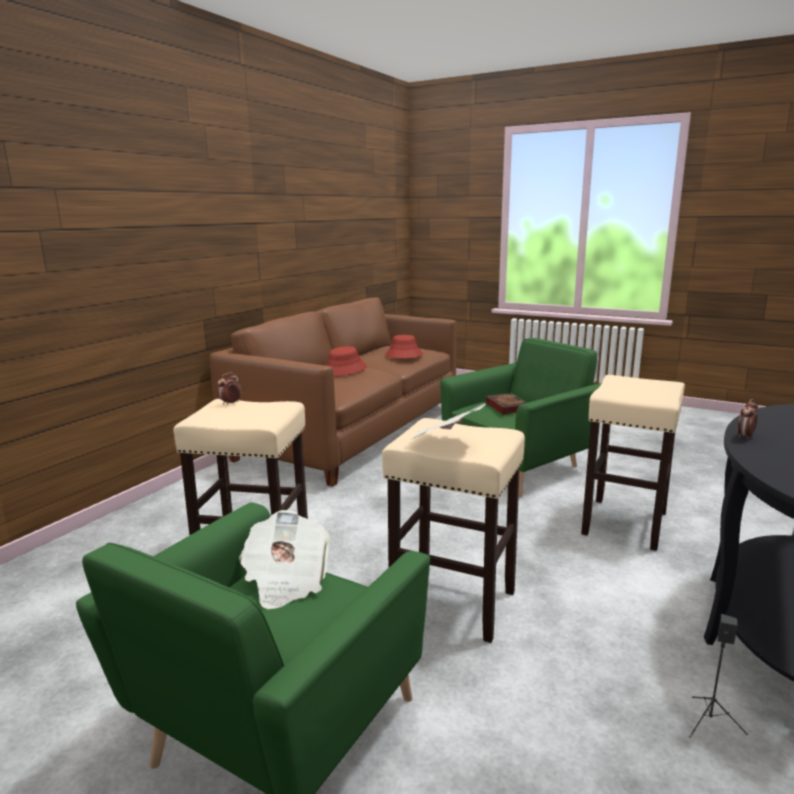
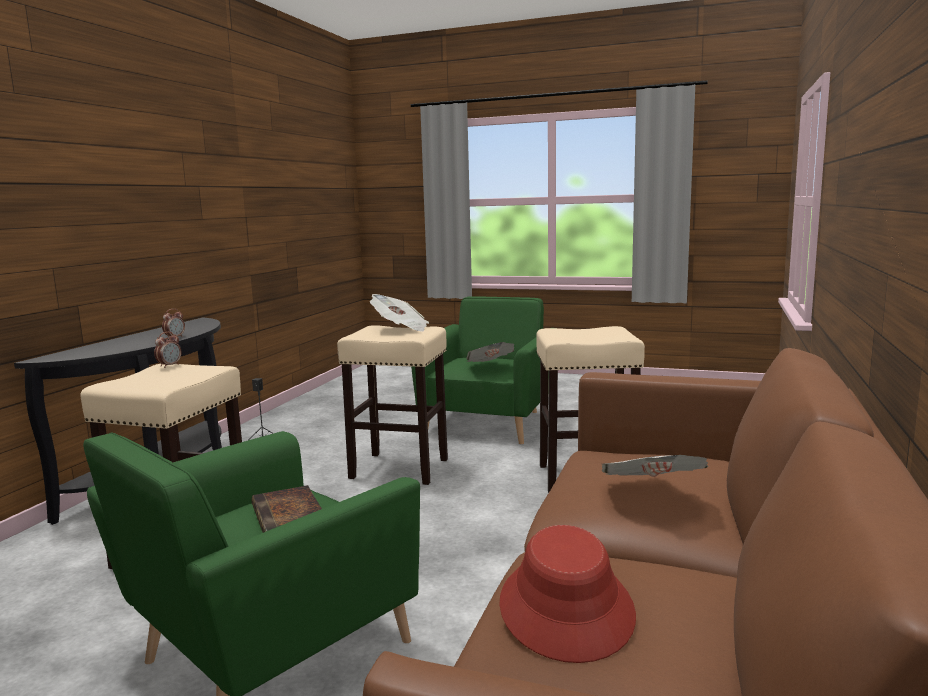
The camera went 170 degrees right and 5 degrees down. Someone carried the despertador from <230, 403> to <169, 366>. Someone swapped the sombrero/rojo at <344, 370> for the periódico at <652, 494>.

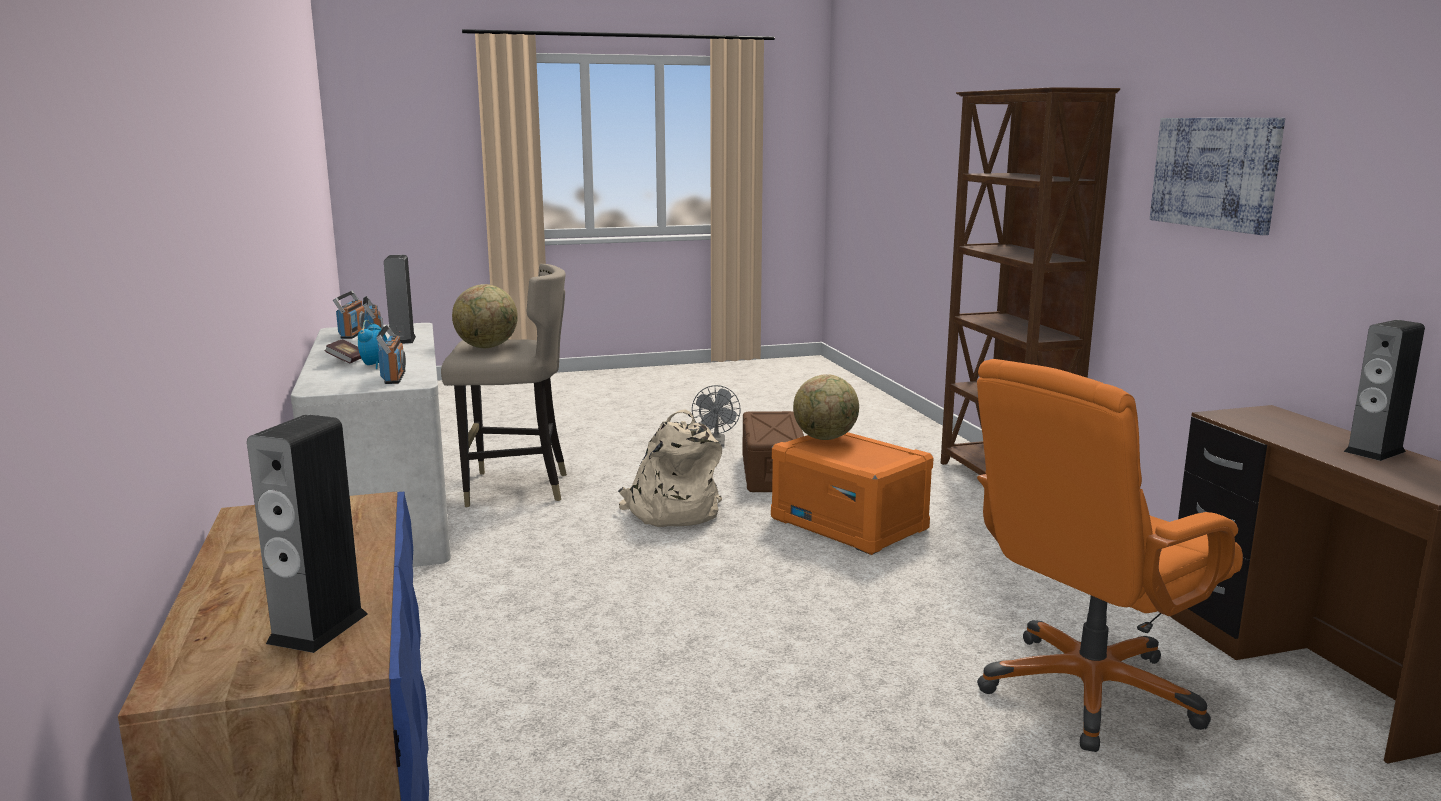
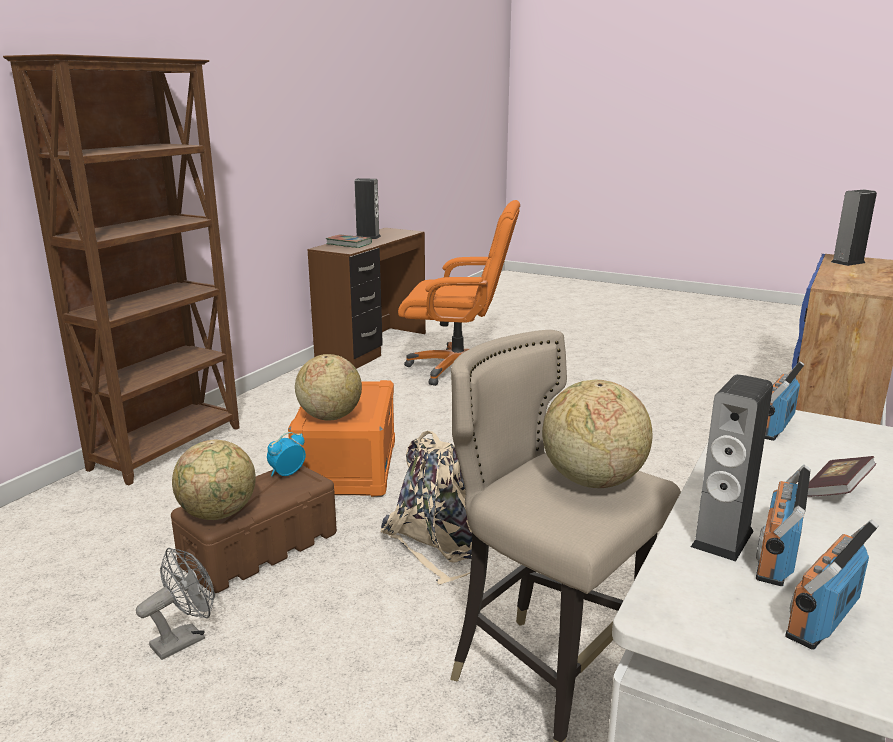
The camera went 135 degrees left and 5 degrees up. Someone put down the globo terráqueo at <219, 514>. Someone carried the despertador from <376, 365> to <286, 473>. Someone put down the libro at <349, 244>. Someone took away the cuadro at <1215, 173>.

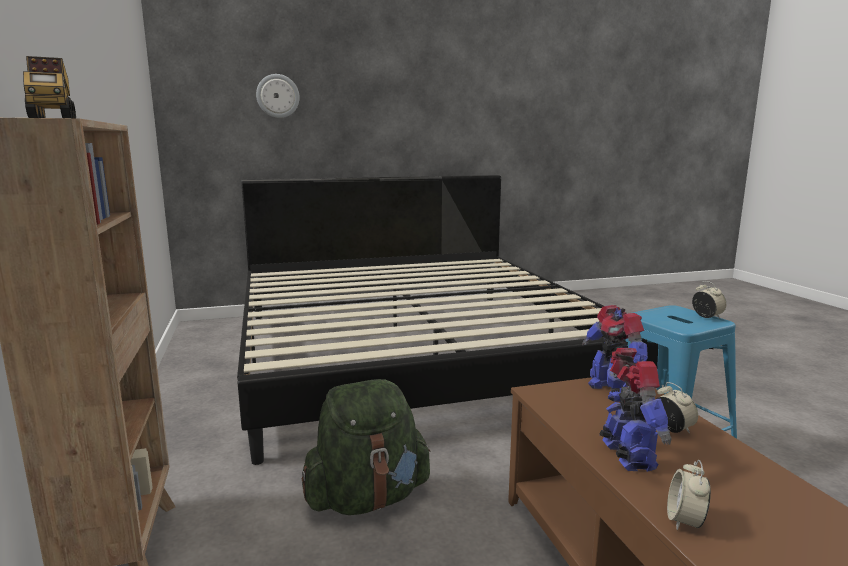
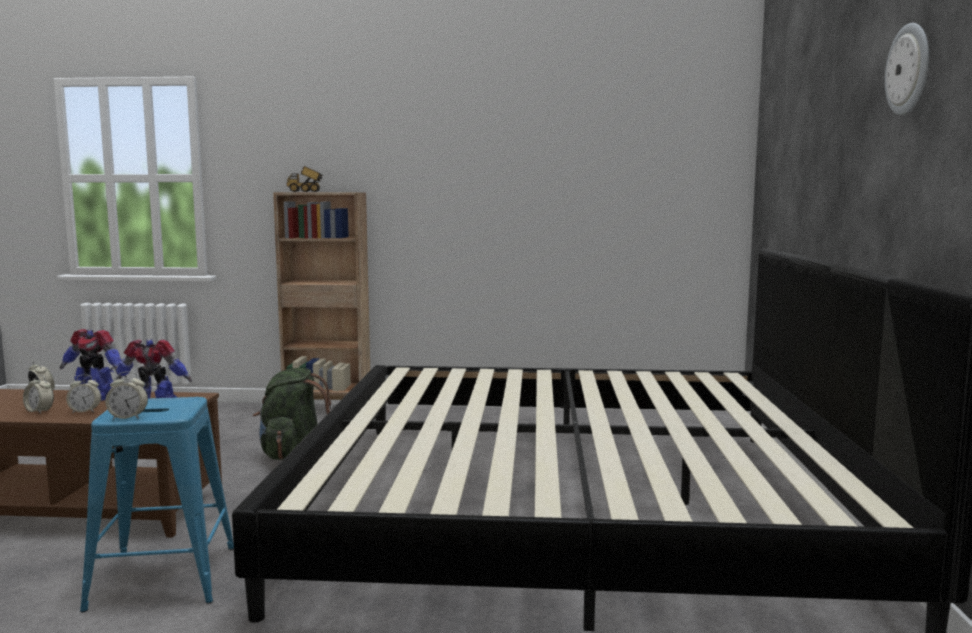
The camera went 110 degrees right and 5 degrees down. Someone put down the despertador at <39, 411>. Someone carried the reloj de pared from <278, 96> to <909, 69>.

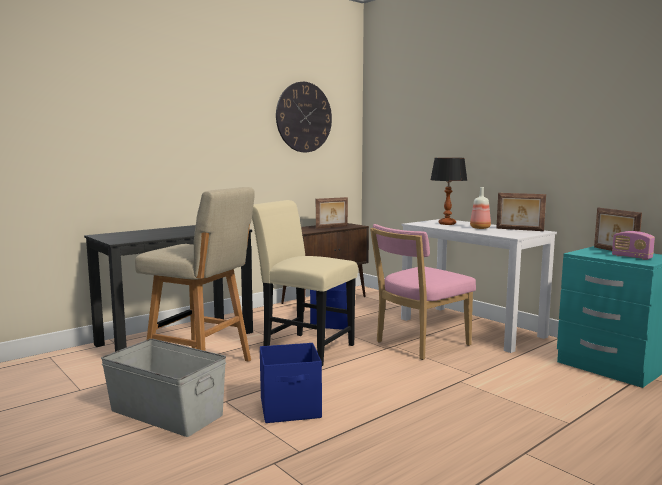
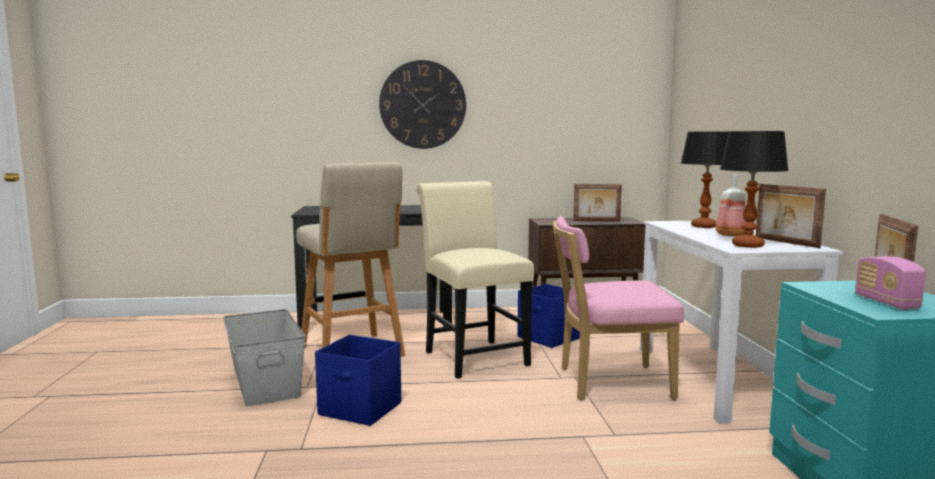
The camera went 35 degrees right and 0 degrees up. Someone carried the reloj de pared from <304, 117> to <422, 104>. Someone put down the lámpara de mesa at <747, 245>.

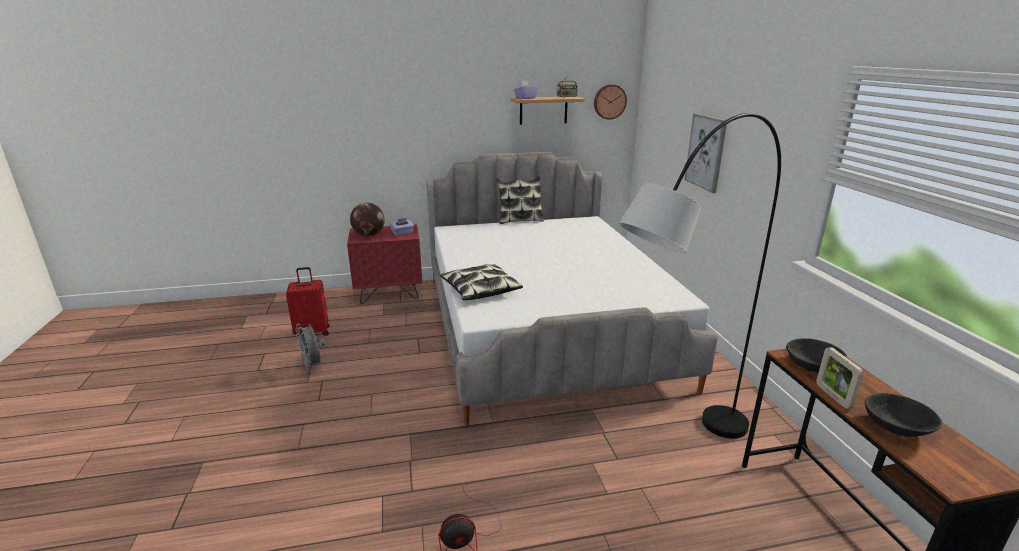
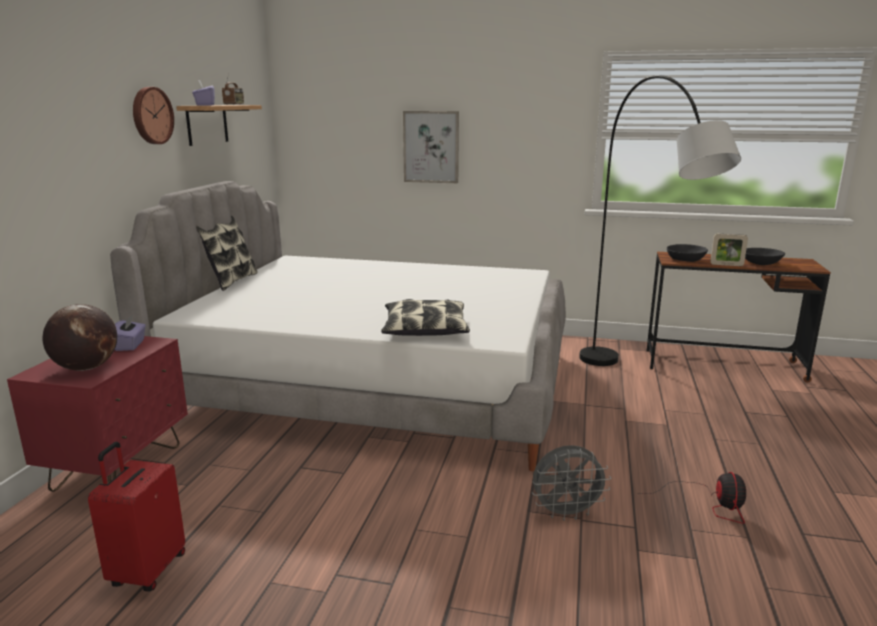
The camera went 65 degrees left and 5 degrees down. Someone carried the reloj de pared from <609, 101> to <151, 115>. Someone carried the ventilador/gris from <313, 366> to <566, 513>.

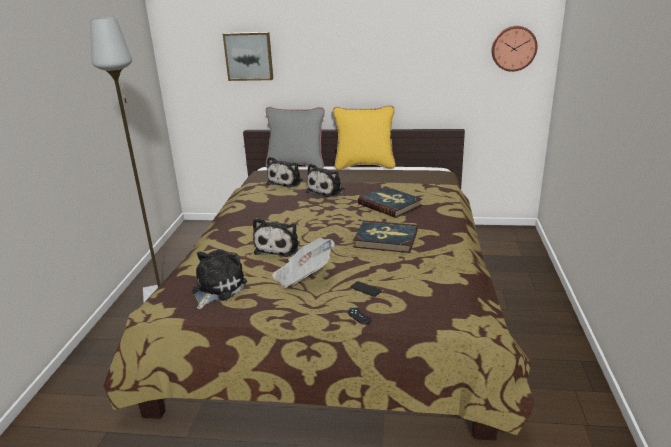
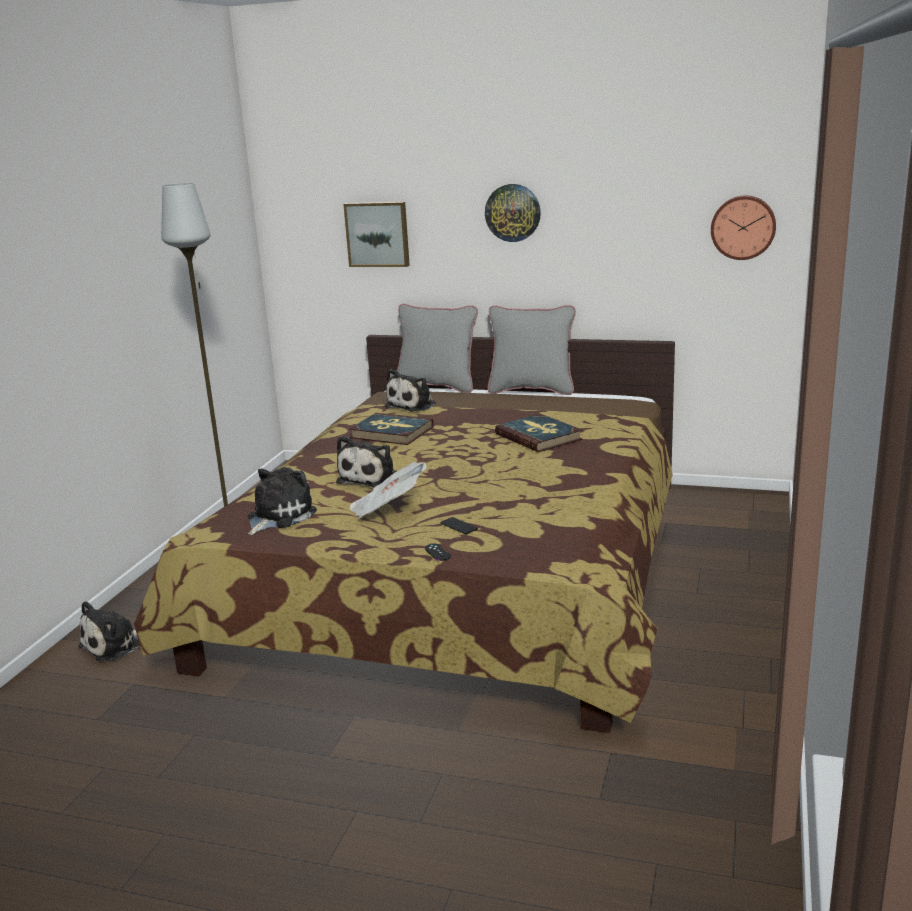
The camera went 10 degrees right and 5 degrees down. Someone carried the peluche from <327, 190> to <115, 645>. Someone carried the libro from <385, 239> to <391, 432>. Someone put up the reloj de pared at <512, 212>. Someone repainted the cojín/amarillo at <364, 165>, which became the cojín/gris at <532, 390>.

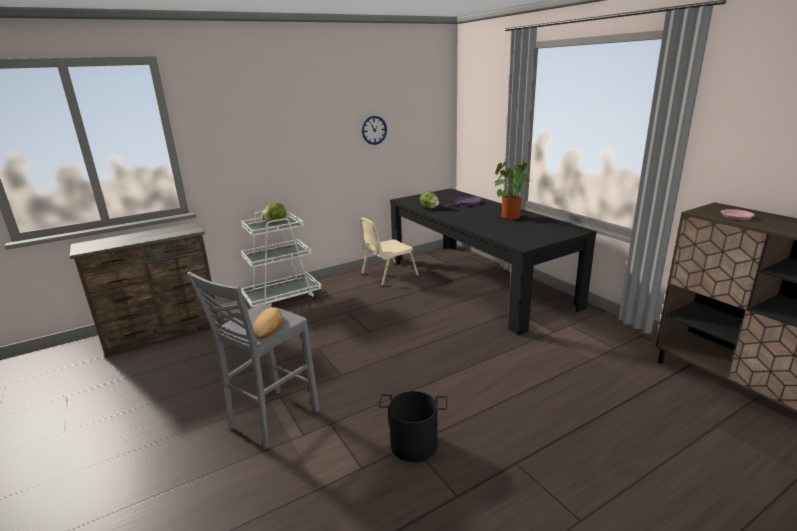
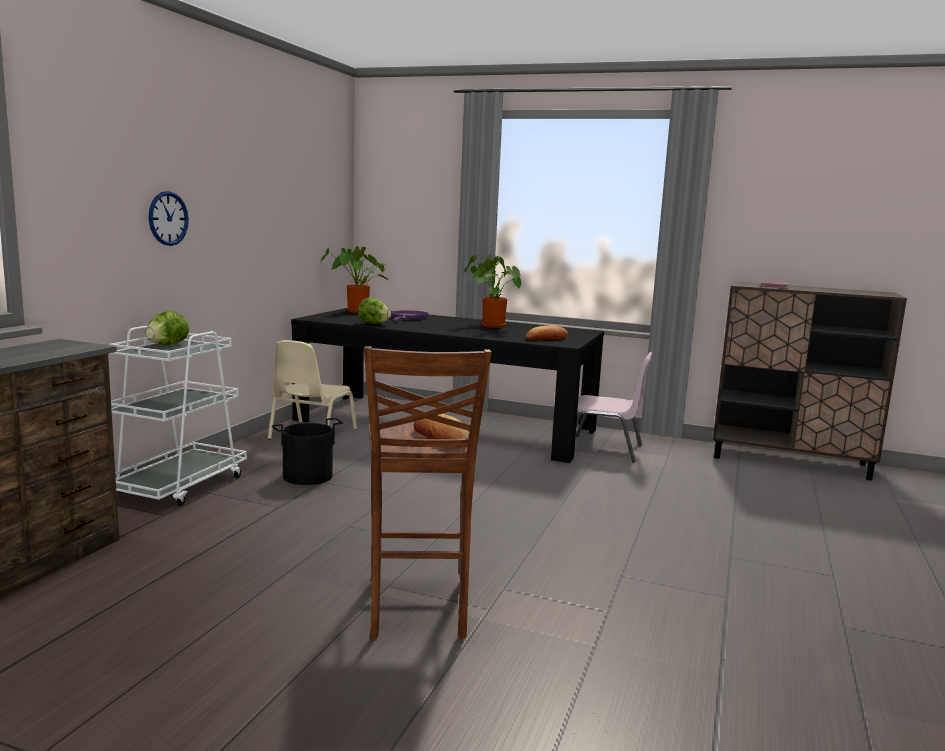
The camera went 40 degrees left and 10 degrees down. Someone carried the reloj de pared from <374, 130> to <168, 218>. Someone carried the cubo/negro from <414, 444> to <308, 476>. Someone put down the planta en maceta at <356, 311>. Someone repainted the taburete/gris at <271, 419>, which became the taburete/marrón at <417, 610>. Someone put down the pan at <546, 338>. Someone put down the silla/rosa at <605, 449>.

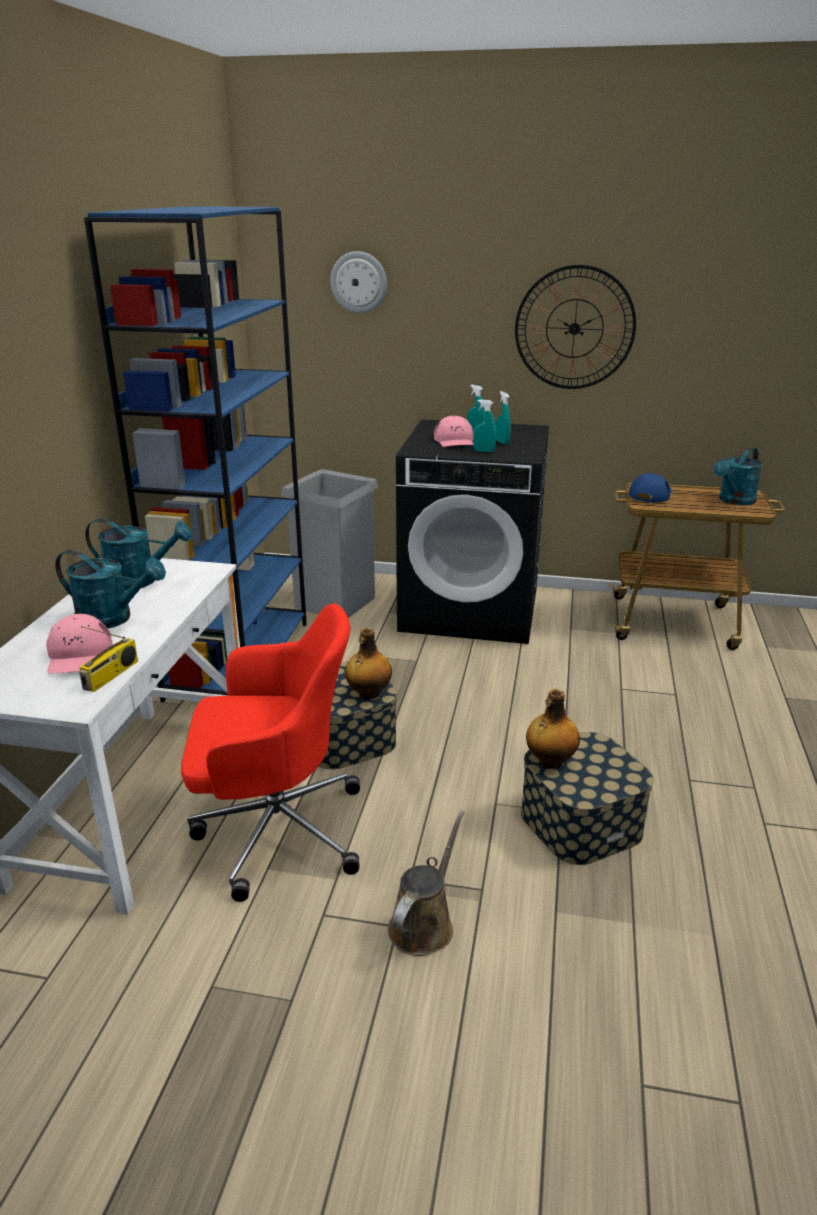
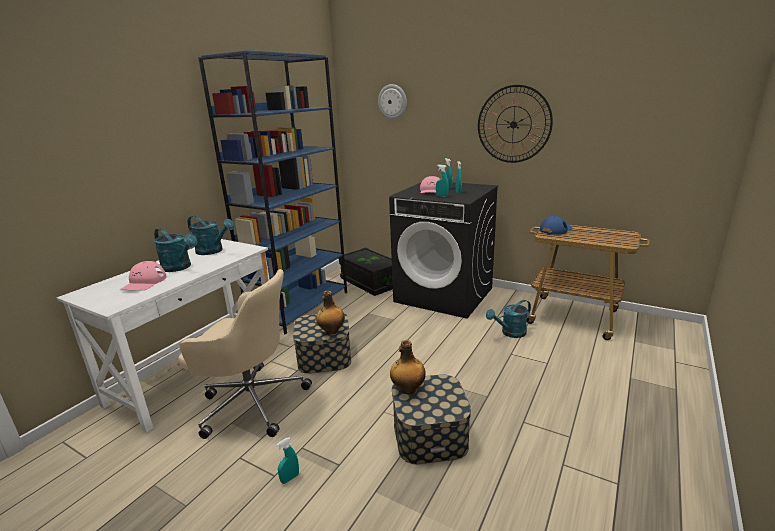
The camera went 20 degrees right and 5 degrees down. Someone repainted the silla de oficina/rojo at <275, 829>, which became the silla de oficina/beis at <251, 401>. Someone swapped the regadera/marrón at <424, 924> for the pulverizador/turquesa at <290, 478>. Someone swapped the papelera/gris at <334, 602> for the caja de almacenaje/negro at <370, 282>. Someone carried the regadera/turquesa from <734, 501> to <510, 333>. Someone took away the radio at <111, 676>.

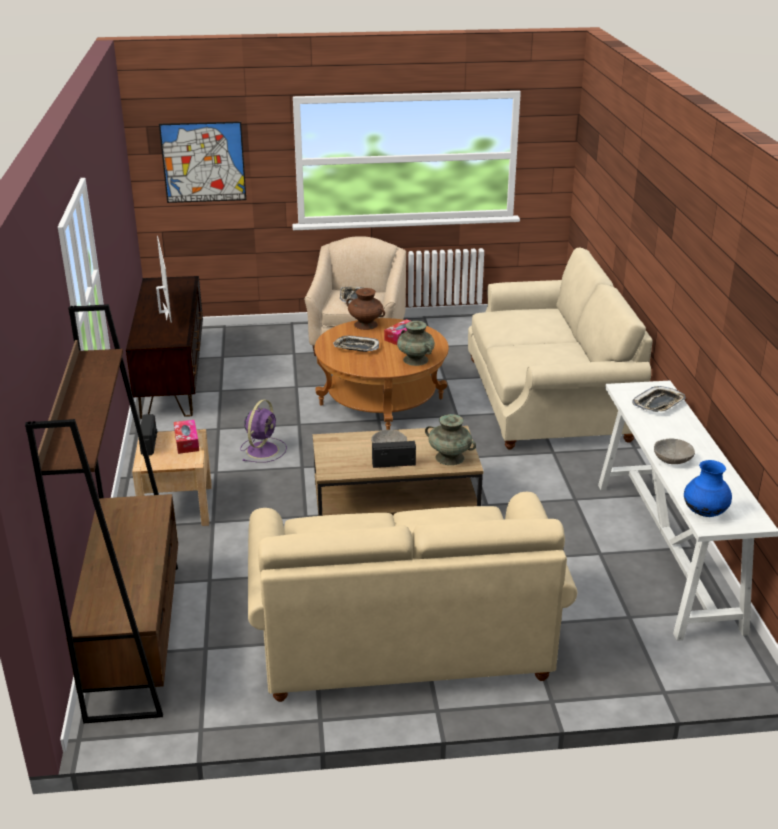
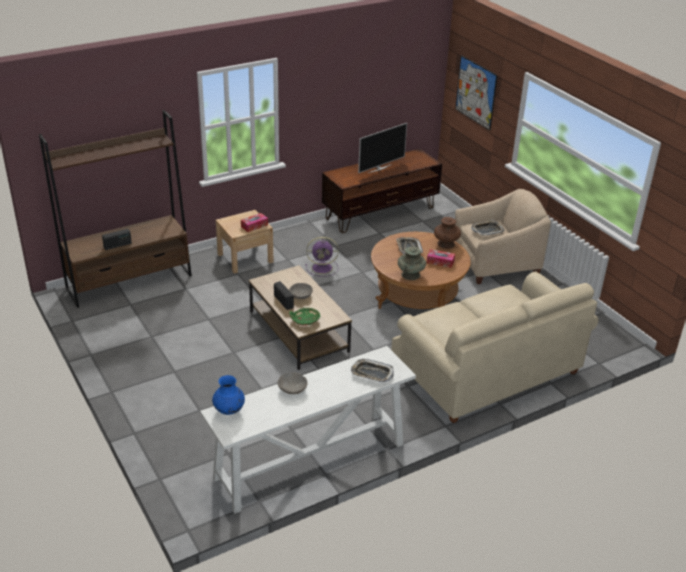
The camera went 65 degrees right and 5 degrees up. Someone carried the radio from <149, 444> to <117, 245>. Someone swapped the florero/turquesa at <449, 457> for the cuenco/verde at <305, 320>. Someone took away the sofá/beis at <401, 633>.

